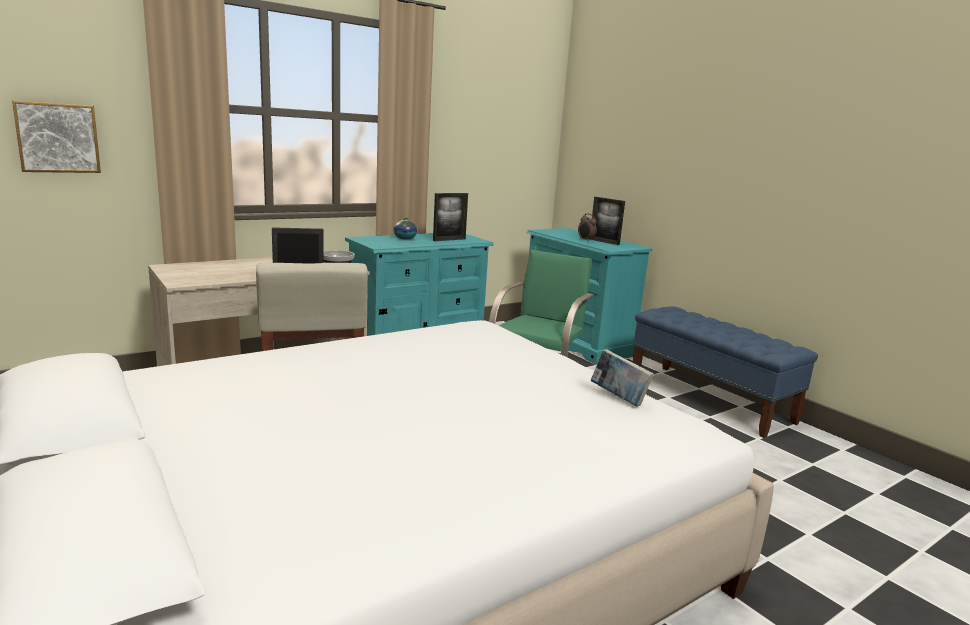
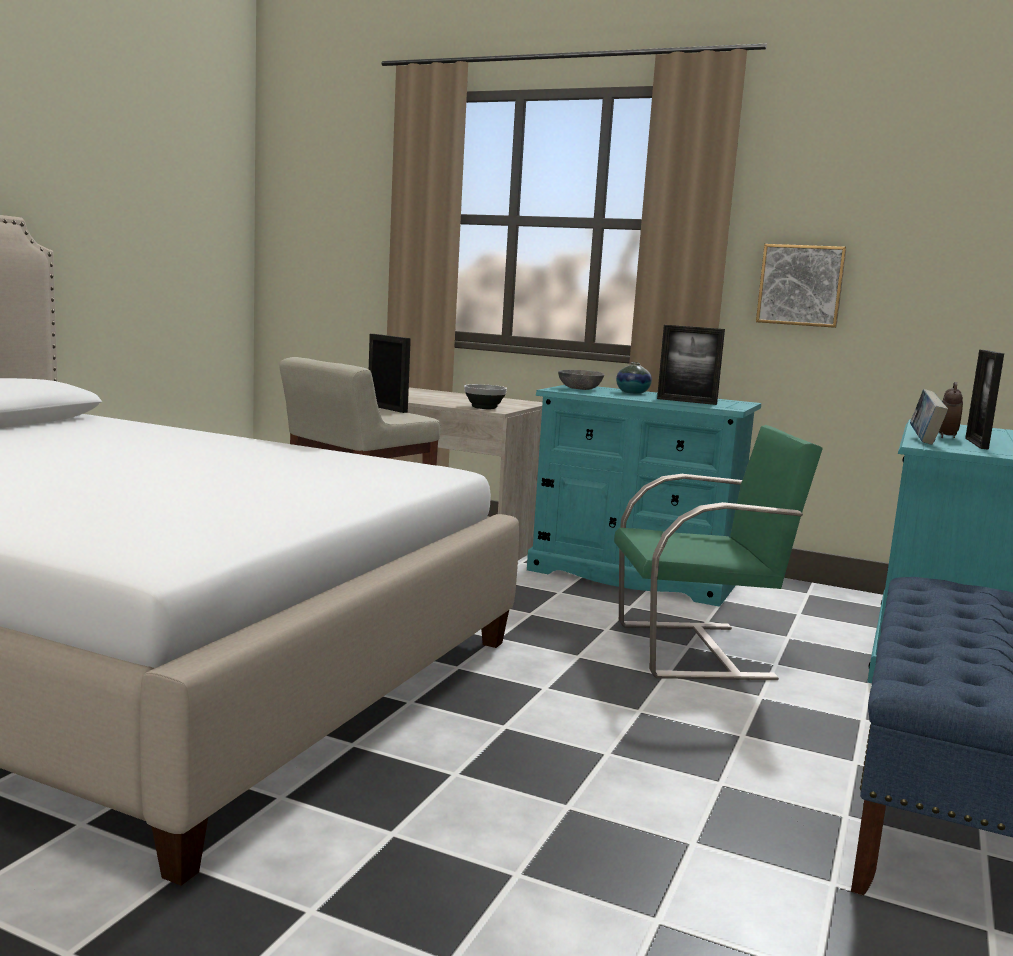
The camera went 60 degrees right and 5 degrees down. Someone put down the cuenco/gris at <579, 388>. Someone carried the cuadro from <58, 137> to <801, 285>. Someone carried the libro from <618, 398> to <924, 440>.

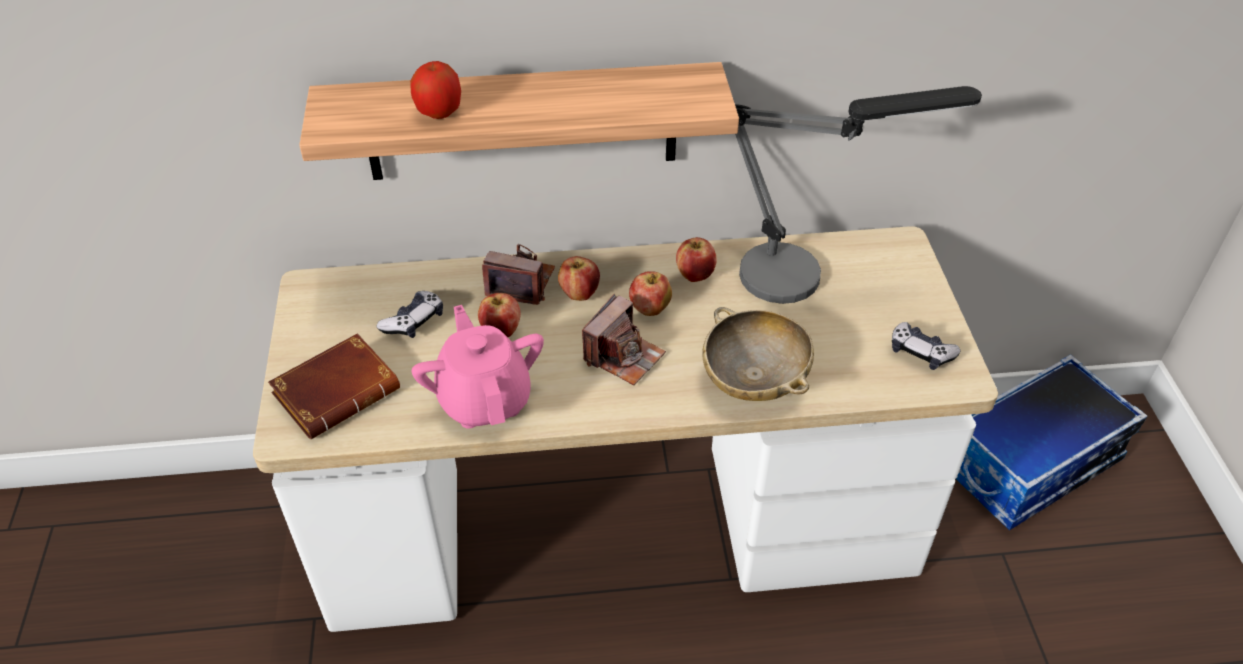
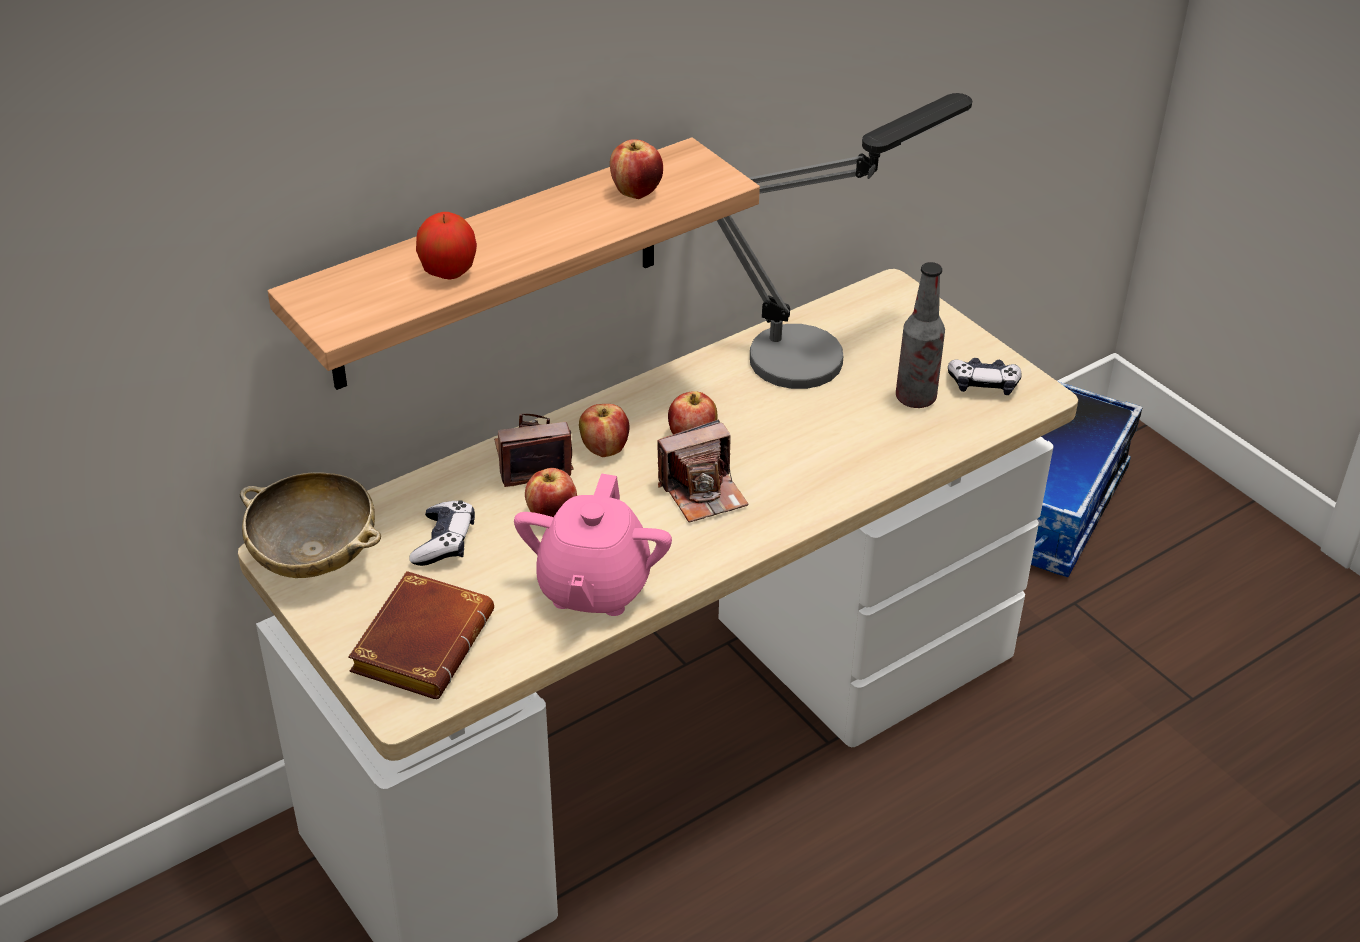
The camera went 30 degrees left and 5 degrees down. Someone carried the cuenco/beis from <754, 379> to <315, 555>. Someone rotated the tetera/rosa at <484, 399> by 120 degrees counterclockwise. Someone carried the manzana from <695, 275> to <636, 192>. Someone rotated the cámara at <623, 356> by 60 degrees clockwise. Someone put down the botella at <915, 398>.

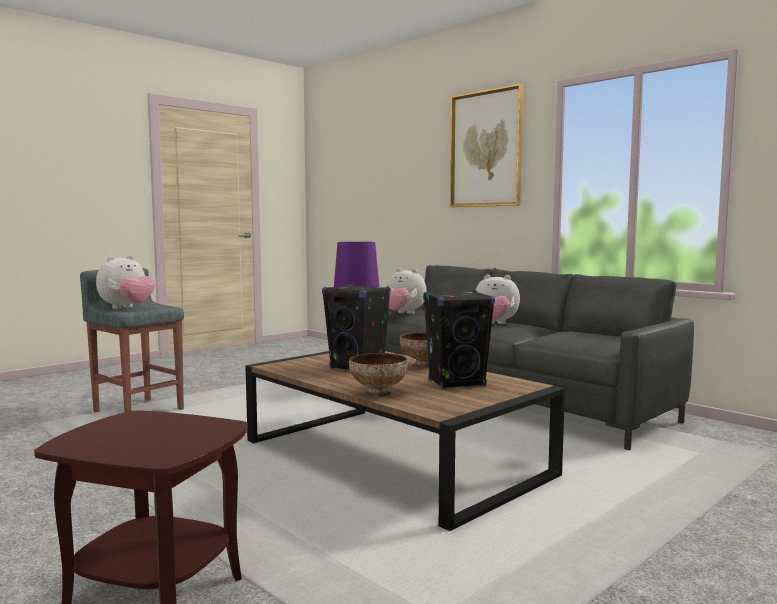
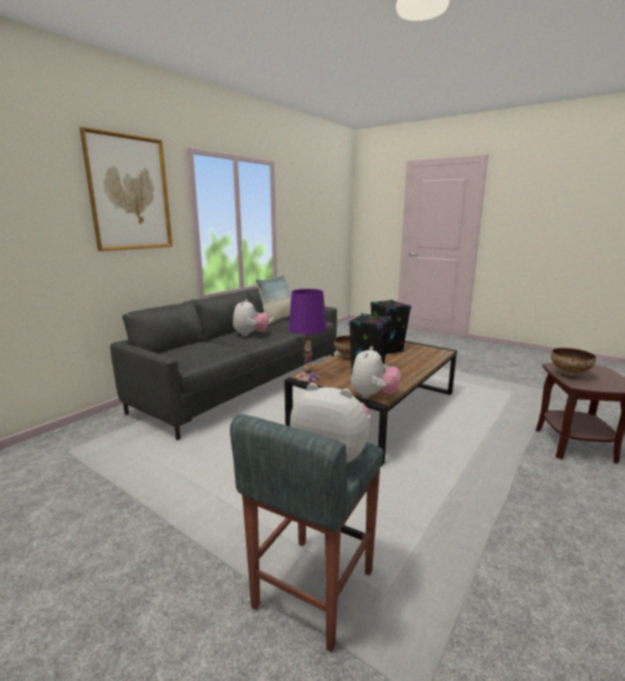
The camera went 100 degrees left and 10 degrees up. Someone put down the cojín at <277, 319>. Someone carried the peluche from <403, 313> to <373, 396>. Someone carried the cuenco from <378, 394> to <569, 375>.

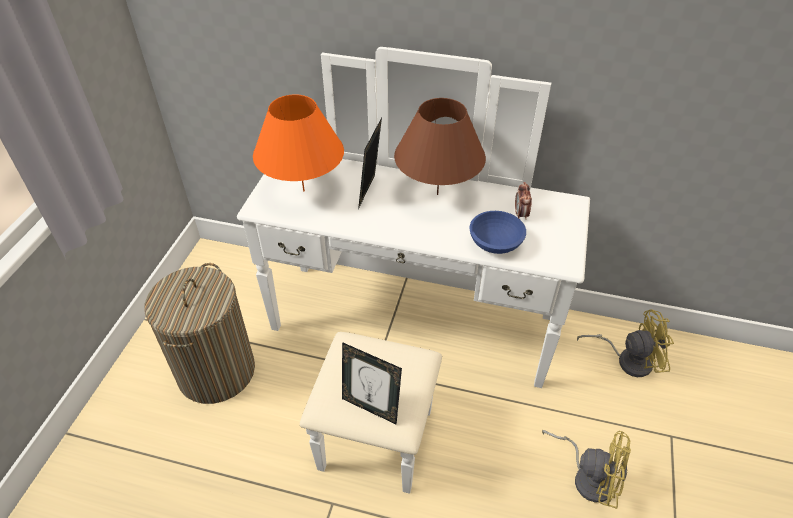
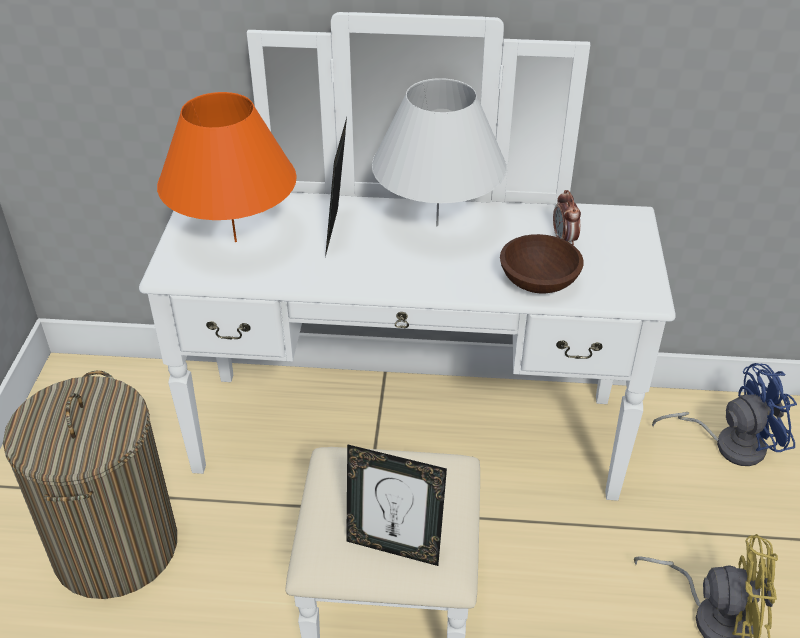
The camera went 10 degrees left and 5 degrees down. Someone repainted the lámpara de mesa/marrón at <437, 194>, which became the lámpara de mesa/blanco at <437, 226>. Someone repainted the cuenco/azul at <495, 244>, which became the cuenco/marrón at <538, 282>. Someone repainted the ventilador/amarillo at <627, 359>, which became the ventilador/azul at <729, 444>.

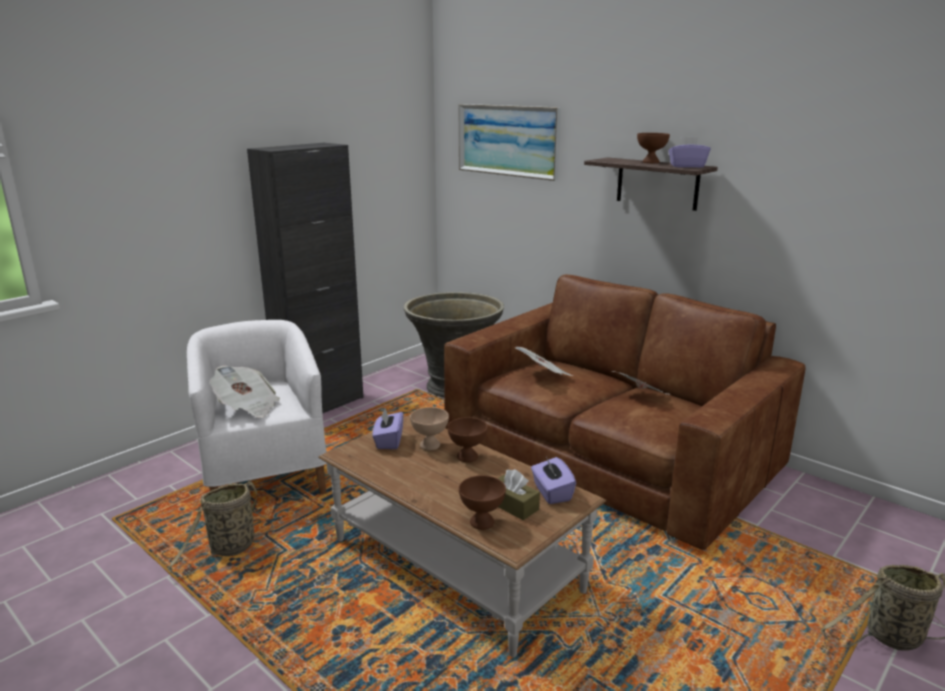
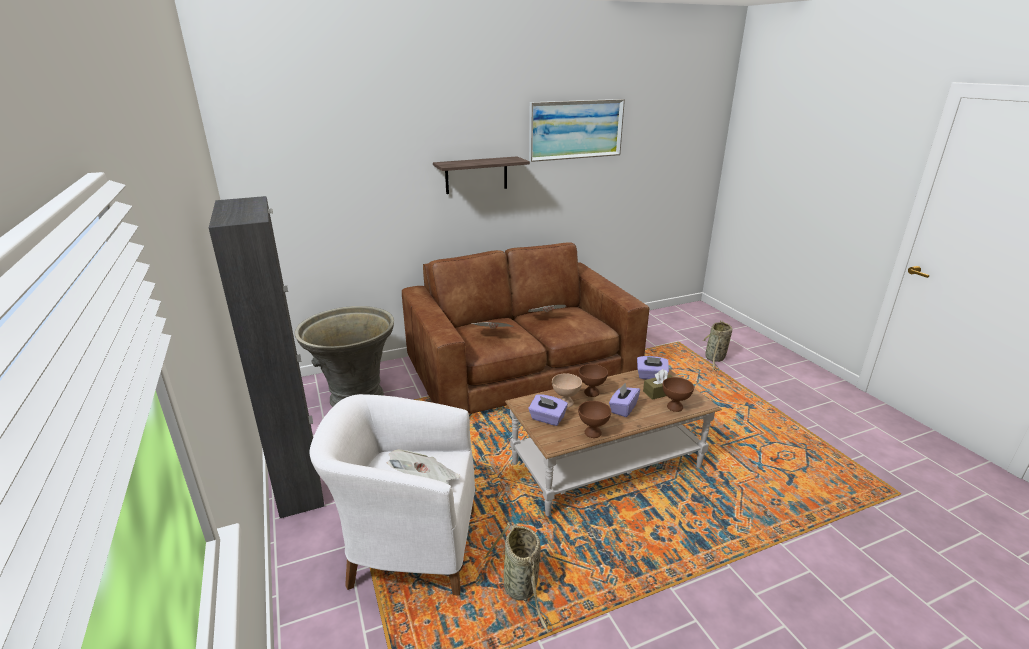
The camera went 65 degrees left and 5 degrees up. Someone carried the cuadro from <508, 140> to <576, 129>. Someone carried the cuenco/marrón from <651, 162> to <592, 432>. Someone carried the caja de pañuelos/morado from <687, 166> to <623, 408>.

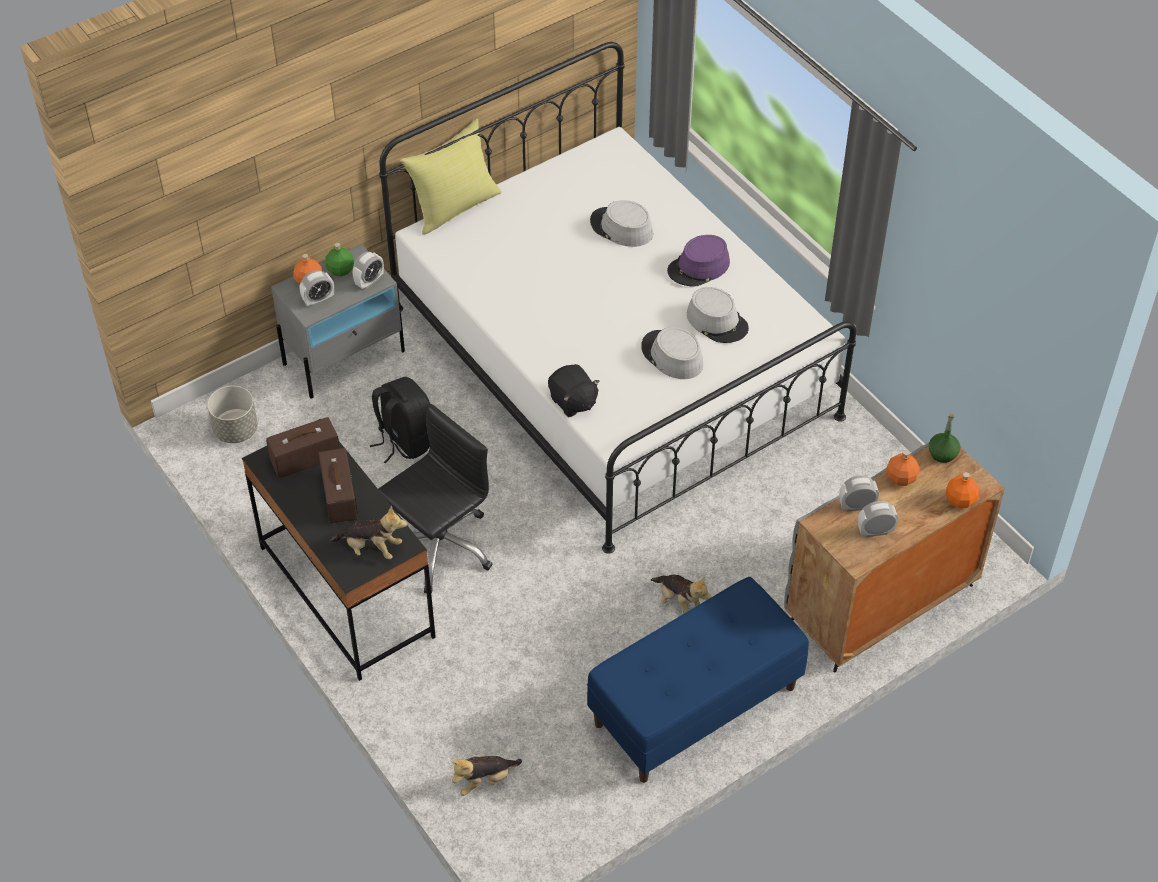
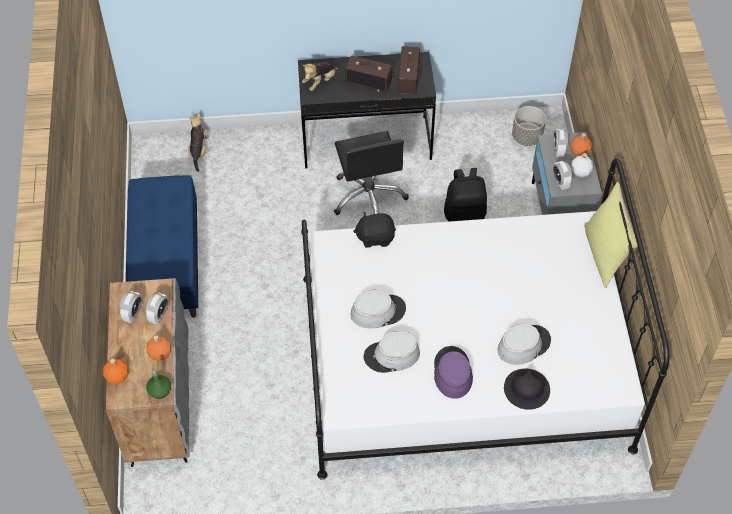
The camera went 120 degrees right and 5 degrees up. Someone put down the sombrero/negro at <526, 389>. Someone repainted the botella/verde at <341, 270>, which became the botella/blanco at <581, 172>. Someone took away the peluche at <679, 603>.

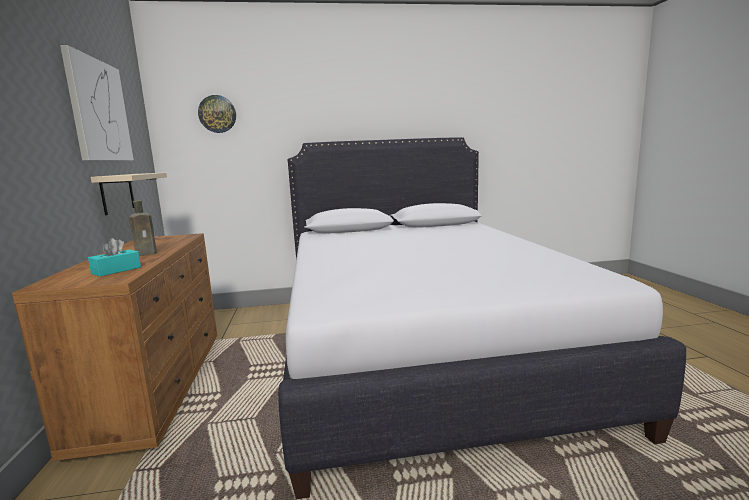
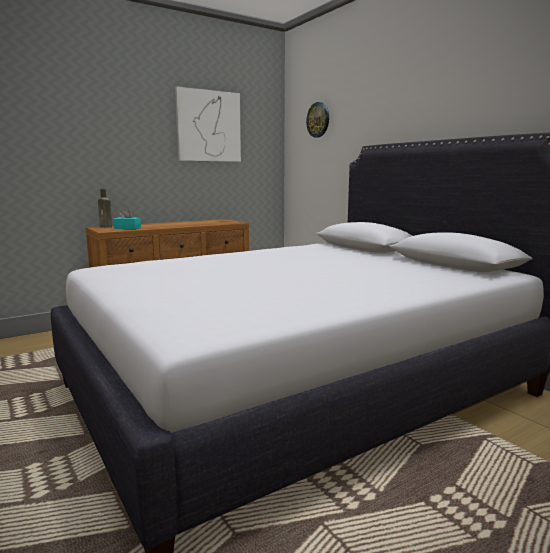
The camera went 65 degrees right and 0 degrees up. Someone carried the botella/marrón from <148, 253> to <106, 226>. Someone took away the estante/beis at <117, 193>.

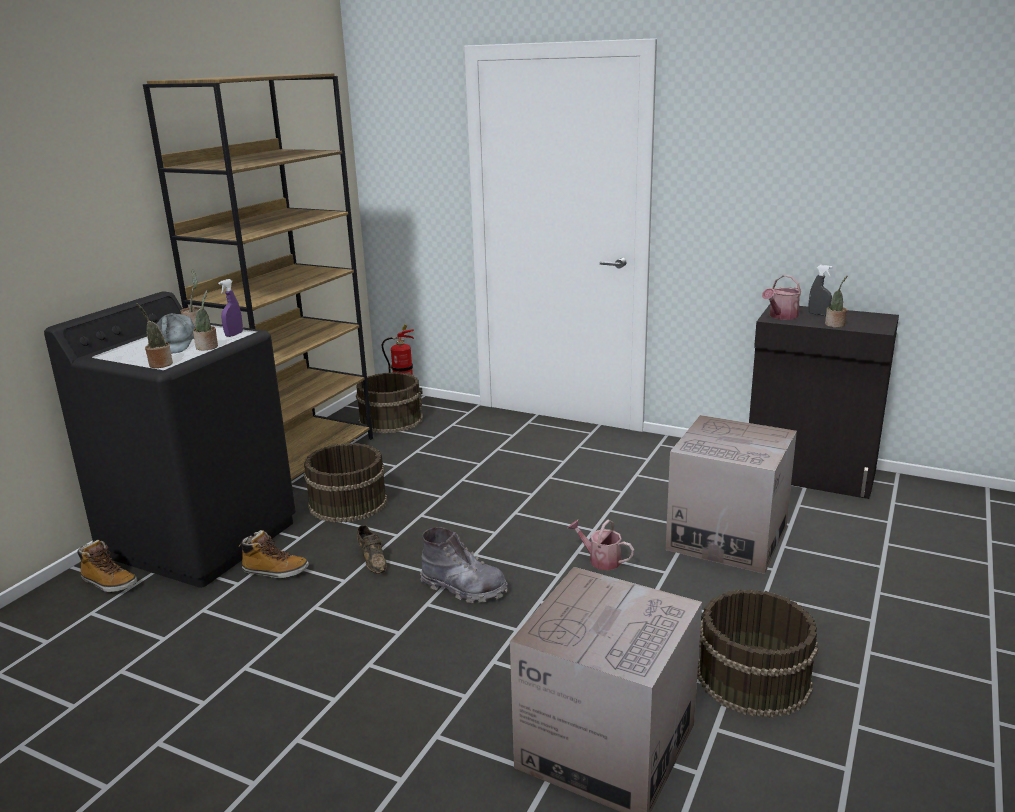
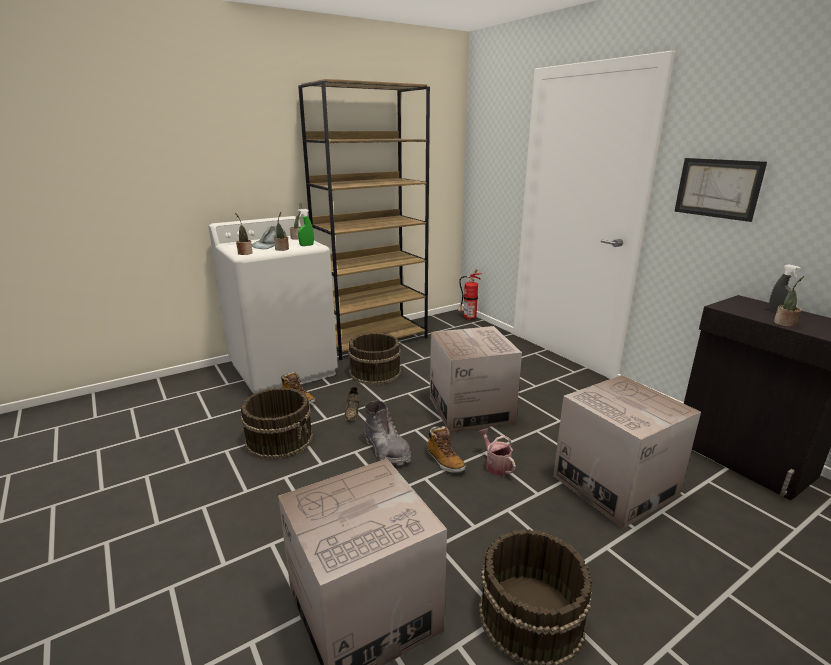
The camera went 30 degrees right and 0 degrees up. Someone repainted the lavadora/negro at <201, 538>, which became the lavadora/blanco at <284, 368>. Someone carried the cubo/marrón from <391, 420> to <280, 439>. Someone repainted the pulverizador/morado at <234, 334>, which became the pulverizador/verde at <306, 245>. Someone carried the bota from <109, 583> to <444, 461>. Someone put down the caja de cartón at <470, 409>. Someone put up the cuadro at <717, 188>. Someone took away the regadera at <781, 316>.

